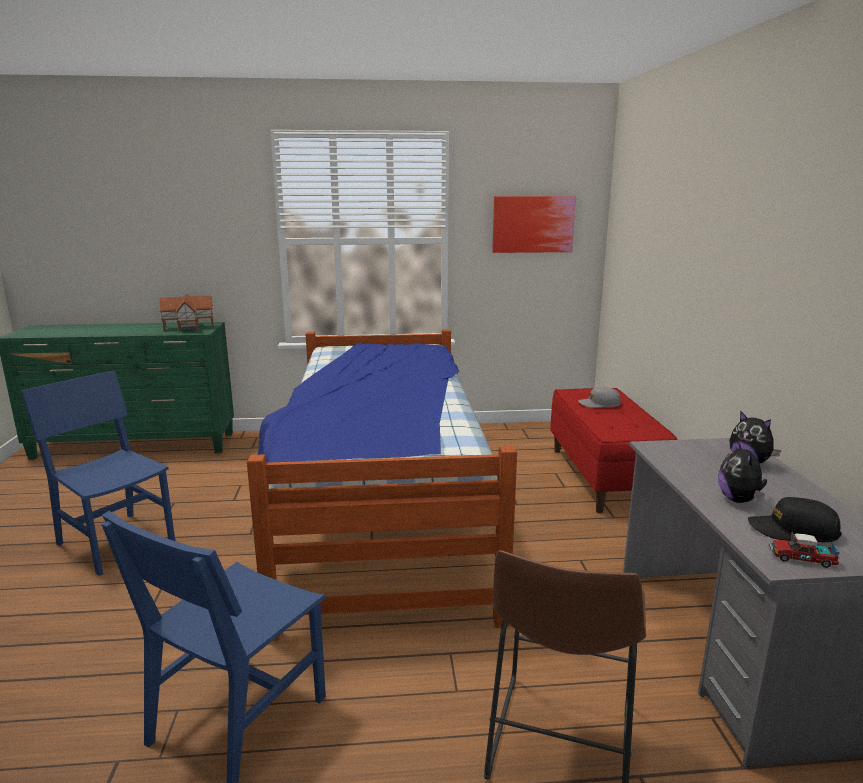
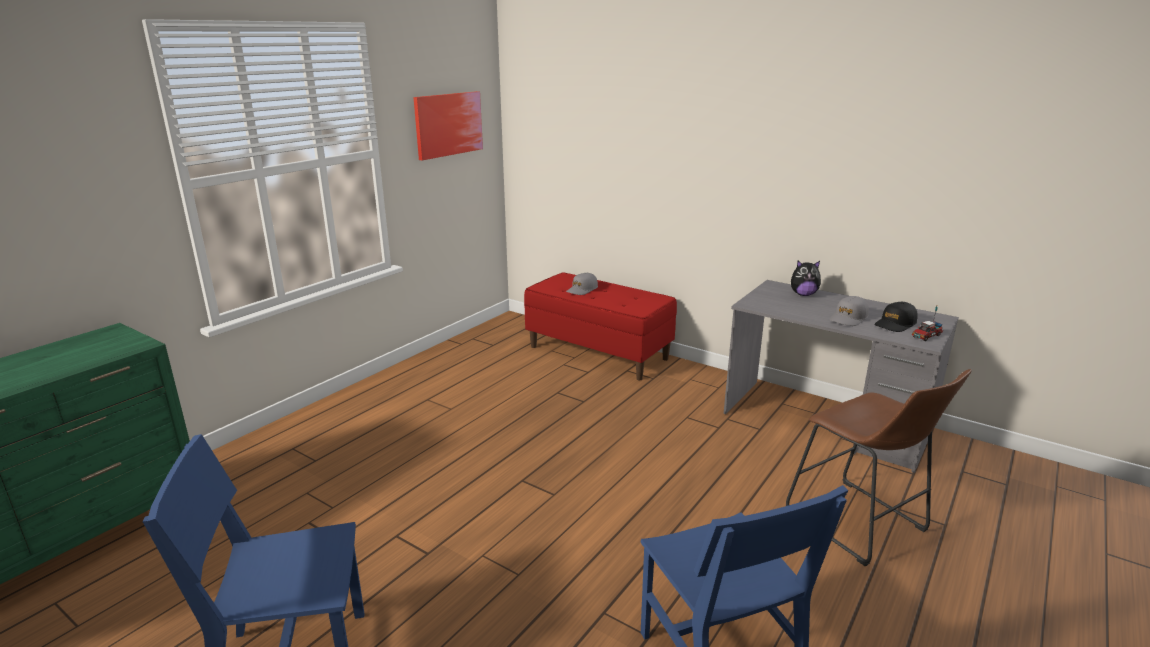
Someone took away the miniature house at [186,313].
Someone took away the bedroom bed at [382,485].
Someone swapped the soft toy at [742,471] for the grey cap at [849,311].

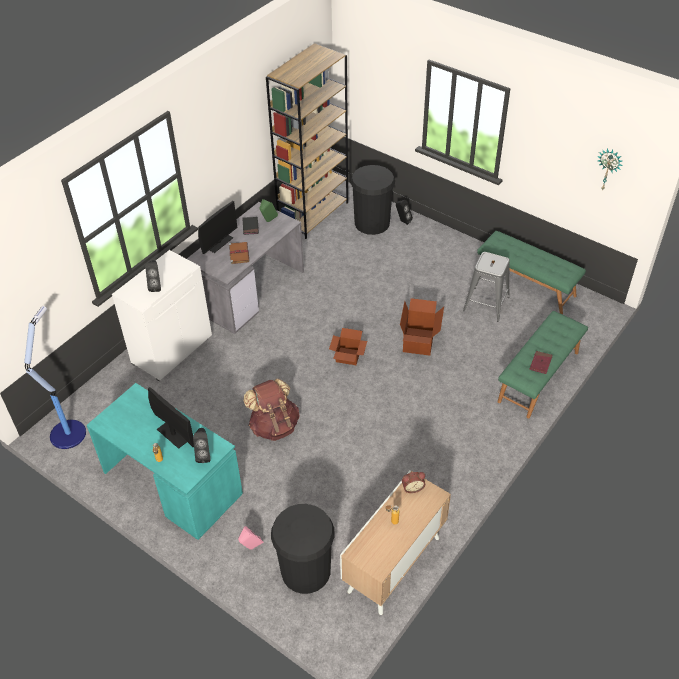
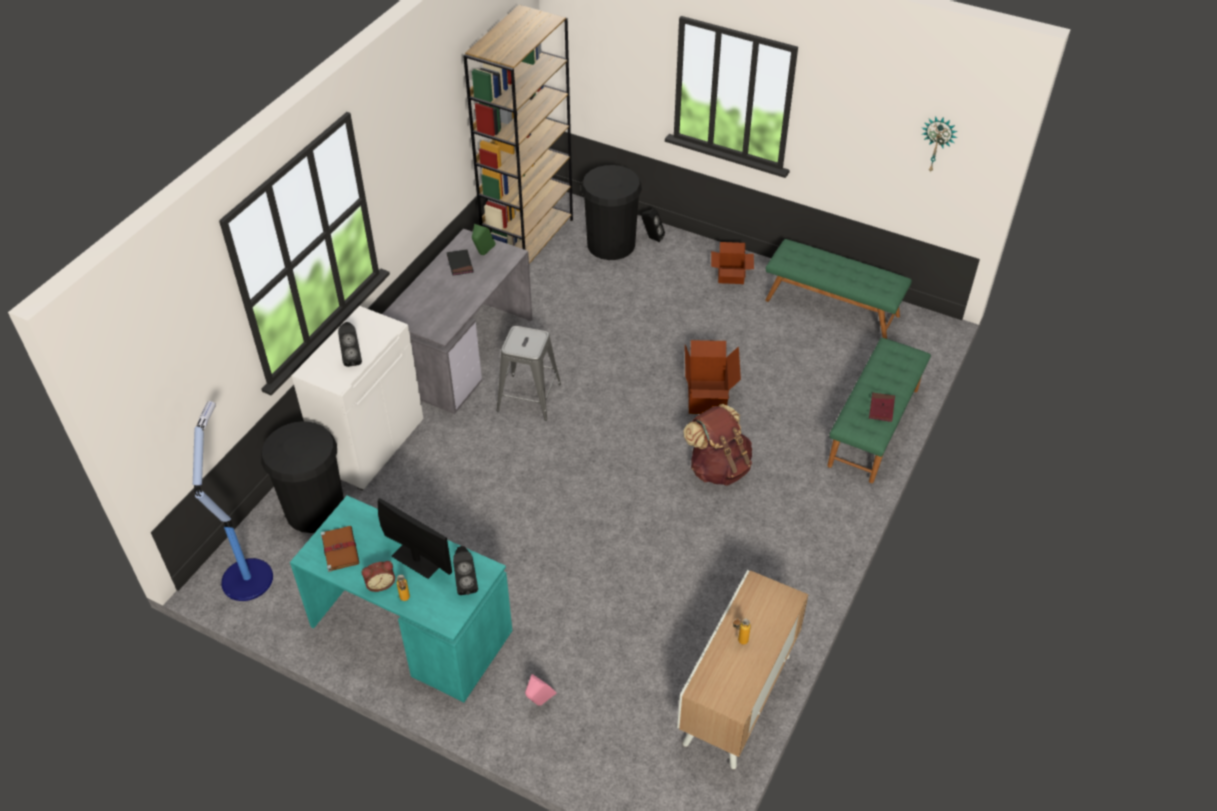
Someone took away the computer screen at [217,227].
Someone carried the brownish volume from [239,253] to [340,549].
Someone carried the brownish knapsack from [271,410] to [717,445].
Someone carried the black-coloured trash can from [303,549] to [302,477].
Someone carried the carton from [348,346] to [732,263].
Someone carried the alarm clock from [413,482] to [378,576].
Someone carried the grey stool seat from [486,287] to [528,373].

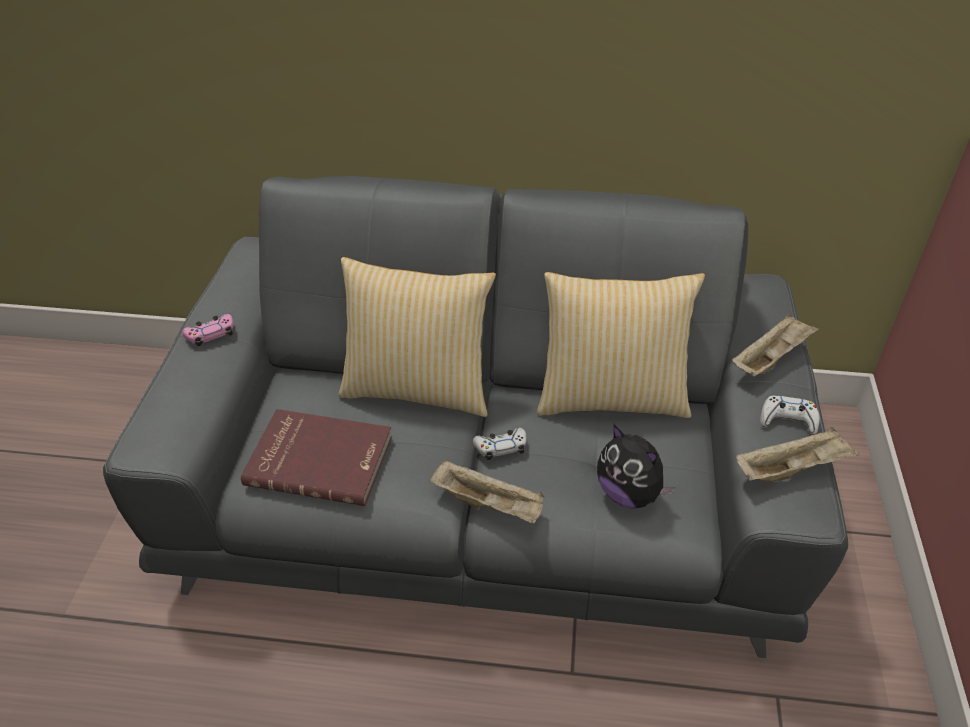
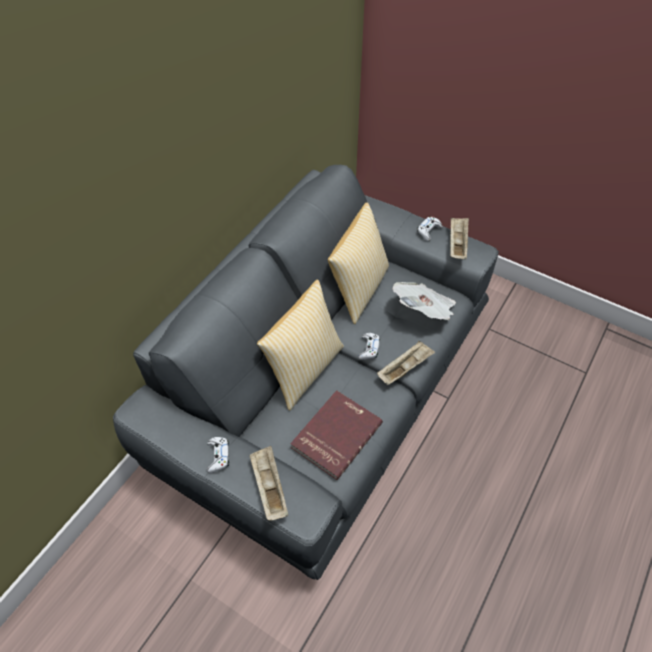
Someone carried the beige-coloured serving tray from [775,345] to [268,483].
Someone swapped the soft toy at [636,466] for the newspaper at [424,301].
Someone repainted the pink joypad at [207,330], which became the white-coloured joypad at [218,455].

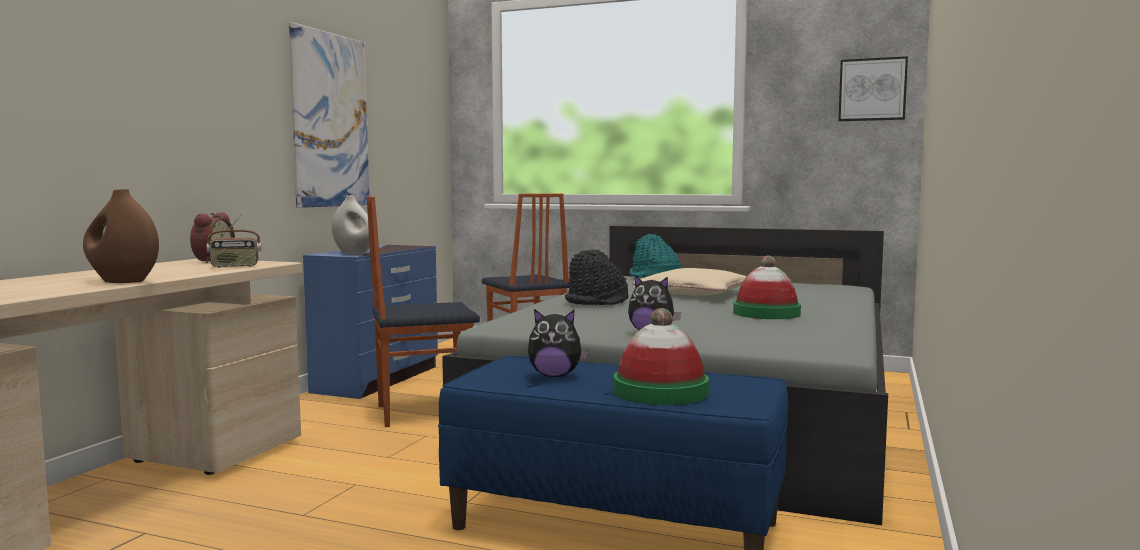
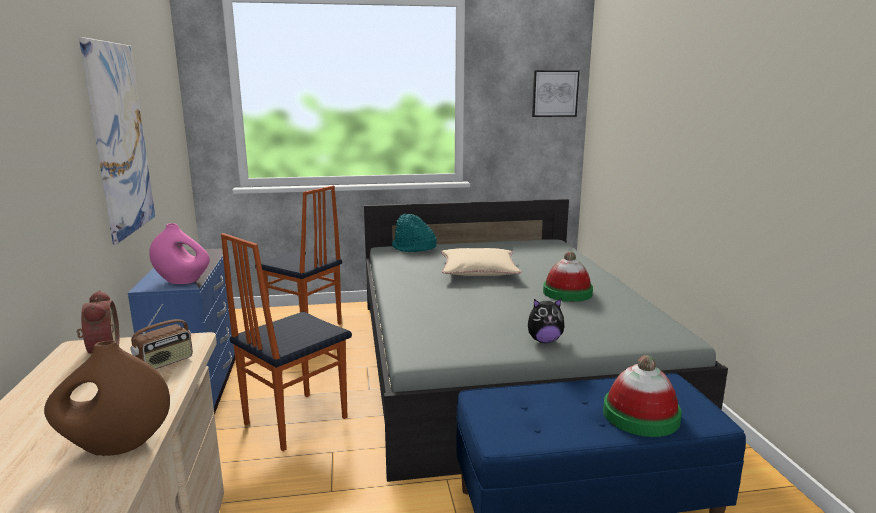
Someone took away the soft toy at [558,343].
Someone took away the black-coloured wearable hat at [596,277].
Someone repainted the white-coloured flower vase at [351,225], which became the pink flower vase at [179,253].

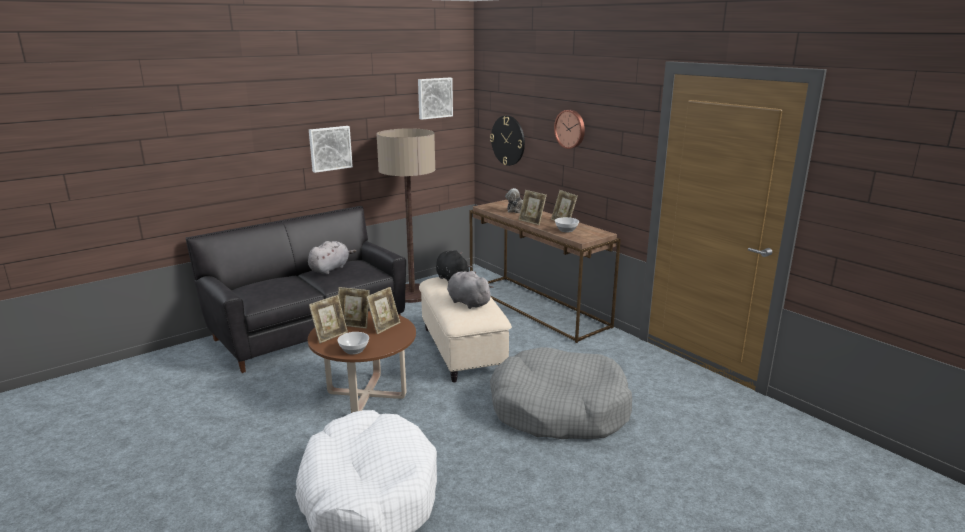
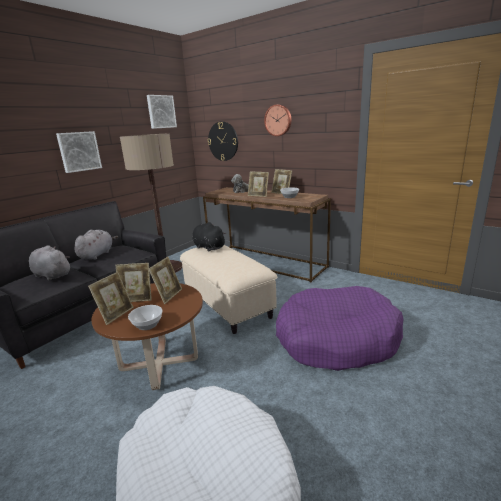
Someone carried the grey soft toy from [470,290] to [49,263].
Someone repainted the grey dog cushion at [561,393], which became the purple-coloured dog cushion at [340,328].

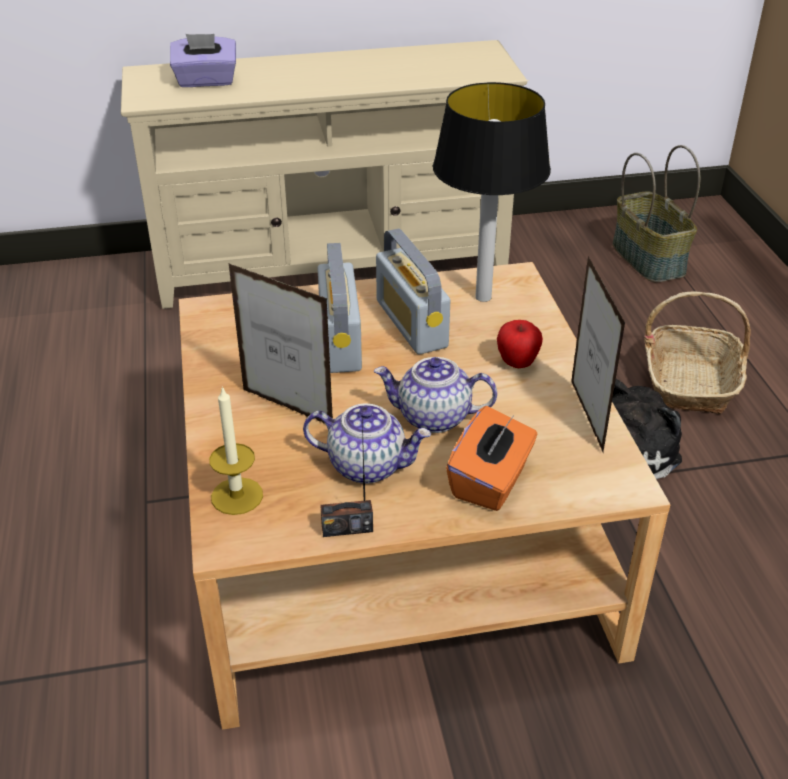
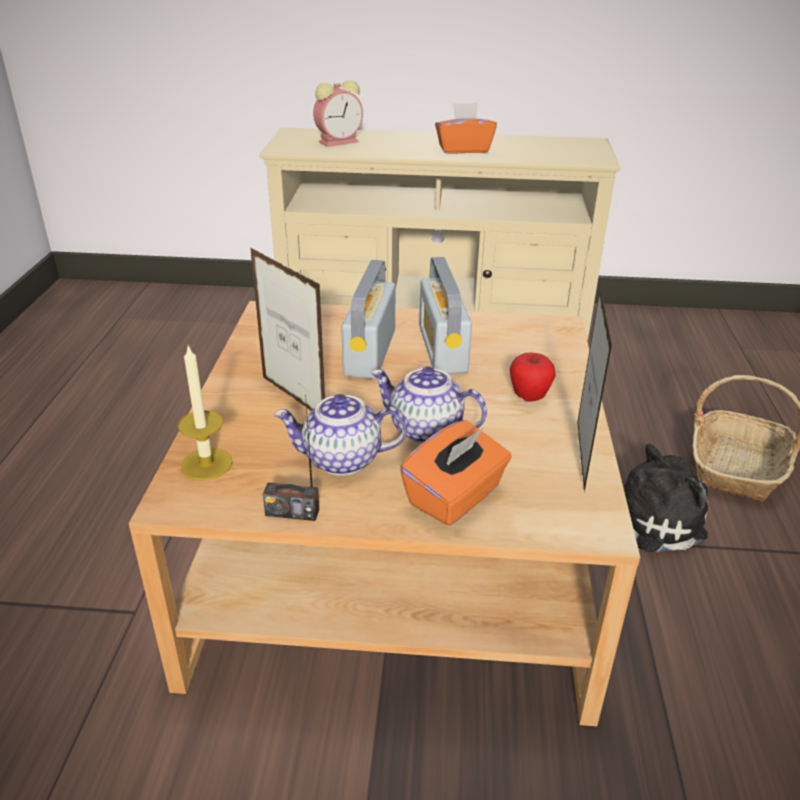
Someone took away the lamp for a table at [492,192].
Someone took away the household basket at [657,213].
Someone put down the orange tissue holder at [466,128].
Someone swapped the purple-coloured tissue holder at [203,60] for the alarm clock at [338,113].
Someone rotated the teapot at [367,444] by 150 degrees clockwise.

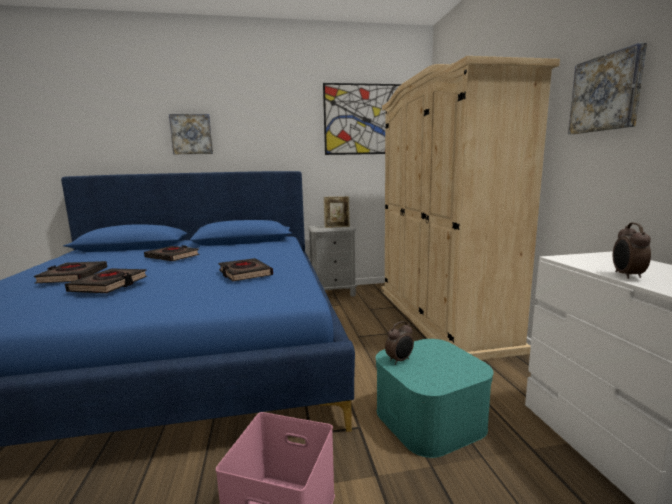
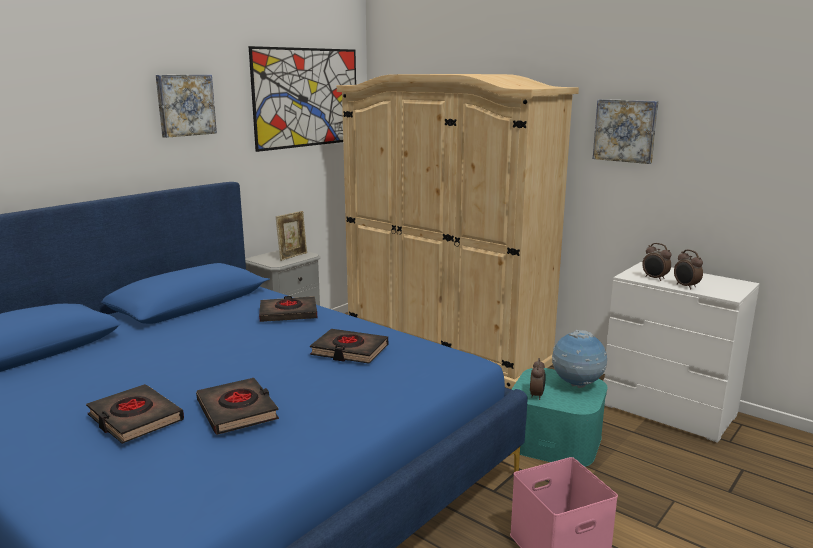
Someone put down the desk globe at [579,359].
Someone put down the alarm clock at [657,262].
Someone carried the black-coloured volume from [171,253] to [288,309].
Someone carried the wall art from [191,134] to [186,106].

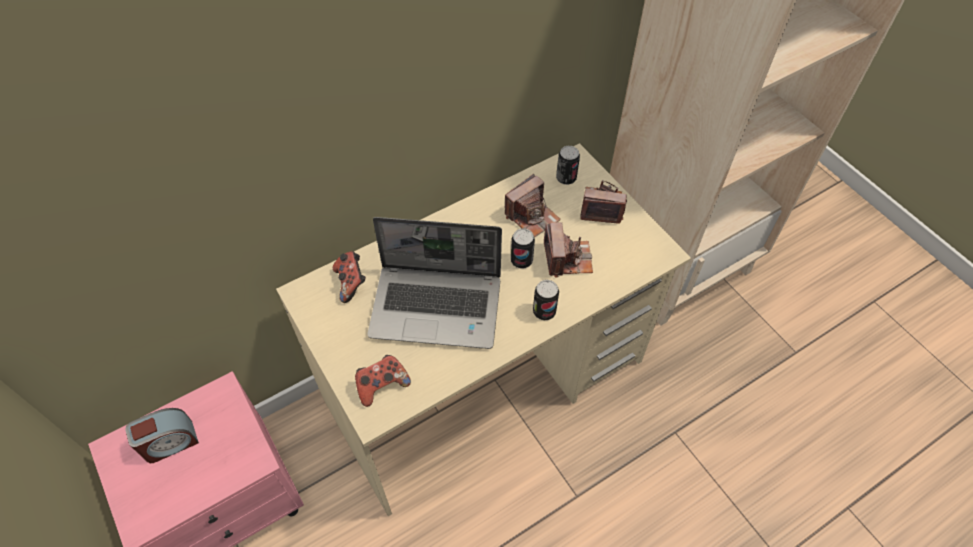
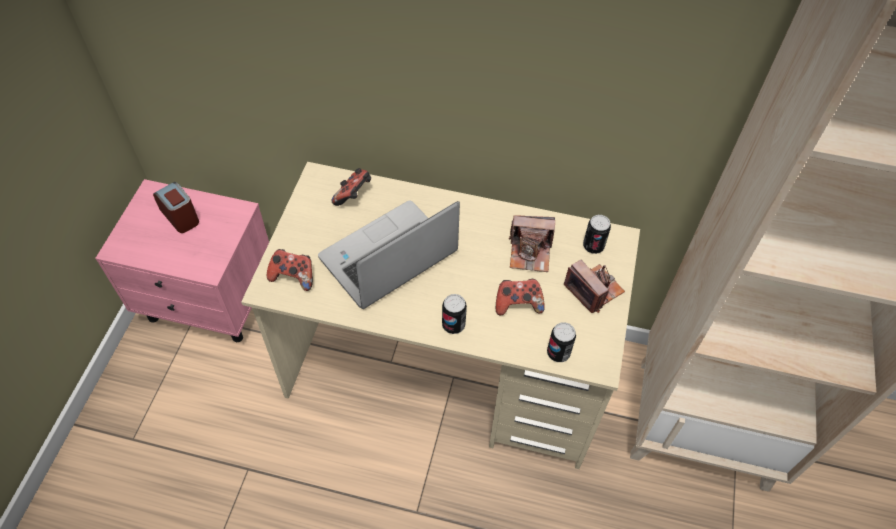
Someone carried the metal can from [523,248] to [561,342].
Someone swapped the still camera at [568,250] for the joypad at [520,297].
Someone rotated the alarm clock at [162,435] by 150 degrees counterclockwise.
Someone rotated the portable computer at [434,283] by 90 degrees clockwise.

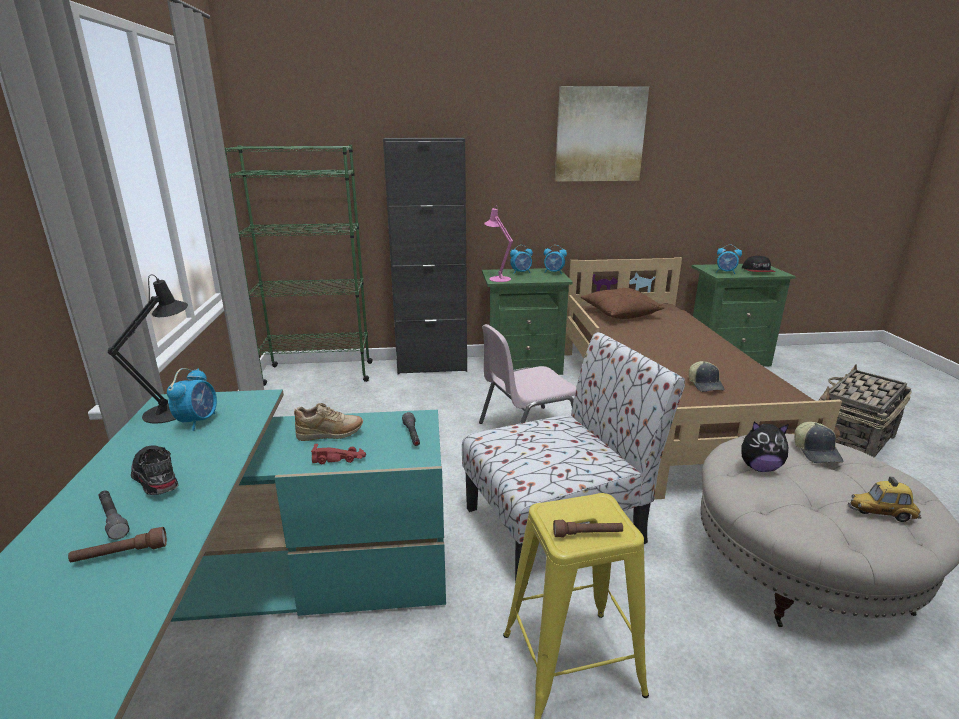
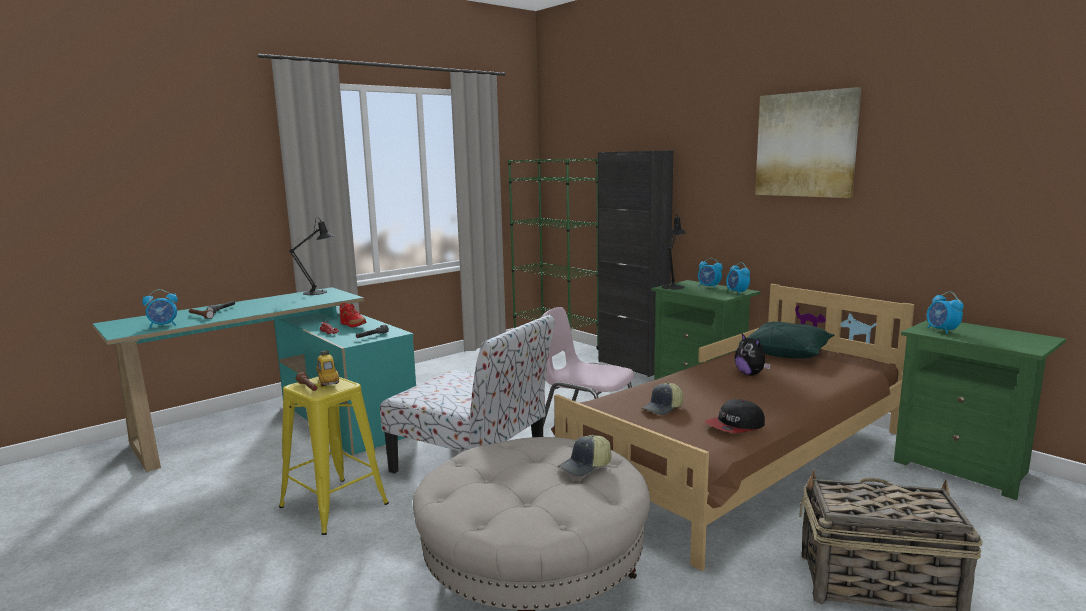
Someone took away the black-coloured low shoe at [155,470].
Someone carried the alarm clock from [192,399] to [160,309].
Someone carried the soft toy from [765,447] to [753,355].
Someone carried the cap from [758,263] to [734,416].
Someone carried the miniature car from [885,499] to [327,368].
Someone repainted the beige-coloured low shoe at [328,422], which became the red low shoe at [352,315].
Someone repainted the pink lamp for a table at [498,243], which became the black-coloured lamp for a table at [674,251].
Someone repainted the brownish pillow at [622,303], which became the greenish pillow at [786,340].

